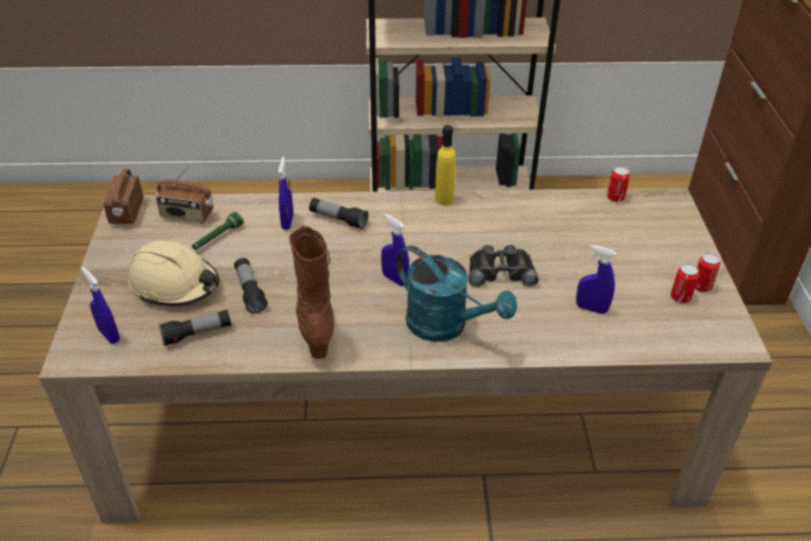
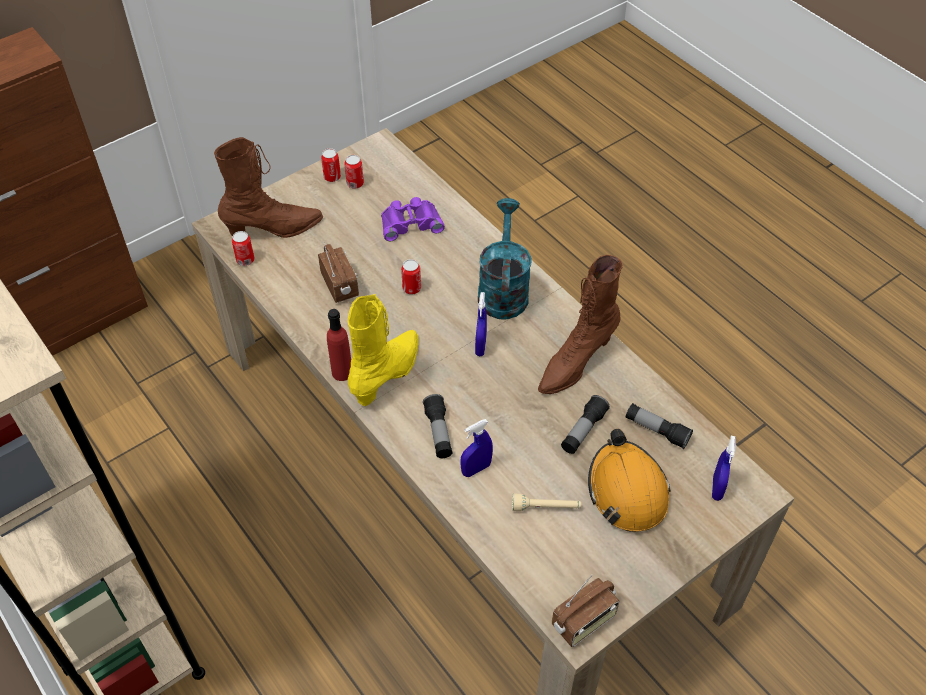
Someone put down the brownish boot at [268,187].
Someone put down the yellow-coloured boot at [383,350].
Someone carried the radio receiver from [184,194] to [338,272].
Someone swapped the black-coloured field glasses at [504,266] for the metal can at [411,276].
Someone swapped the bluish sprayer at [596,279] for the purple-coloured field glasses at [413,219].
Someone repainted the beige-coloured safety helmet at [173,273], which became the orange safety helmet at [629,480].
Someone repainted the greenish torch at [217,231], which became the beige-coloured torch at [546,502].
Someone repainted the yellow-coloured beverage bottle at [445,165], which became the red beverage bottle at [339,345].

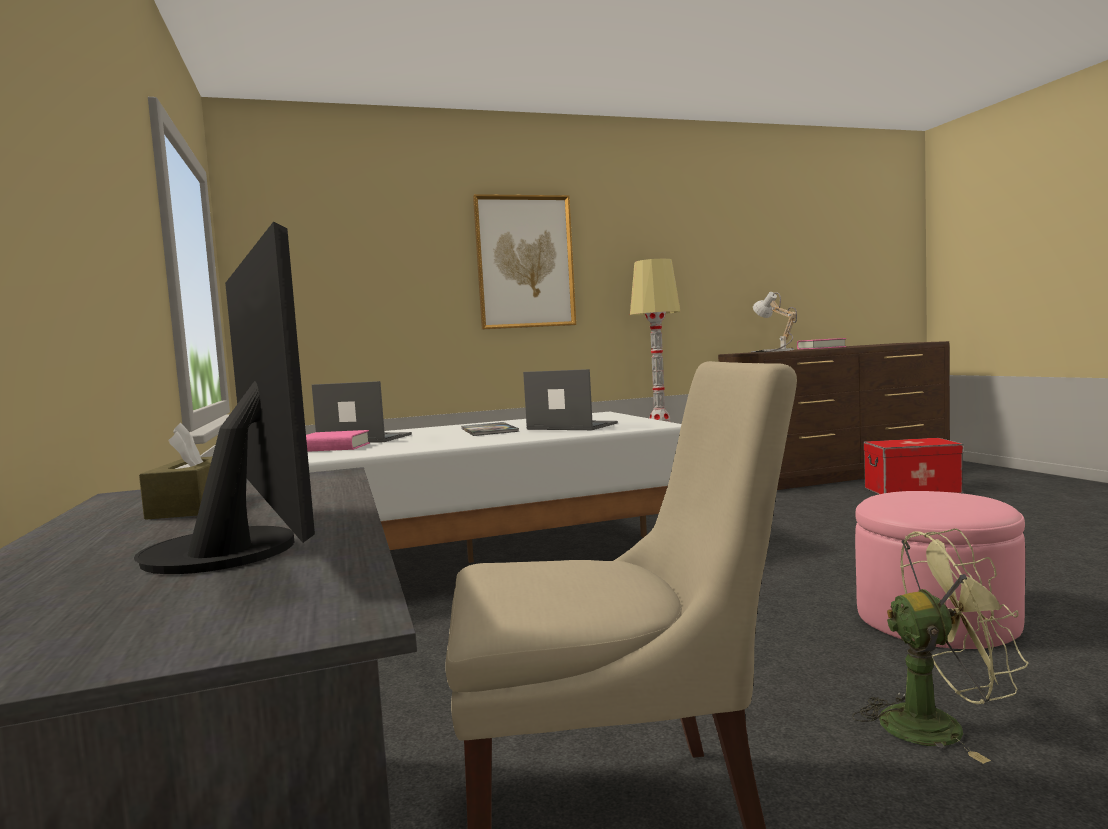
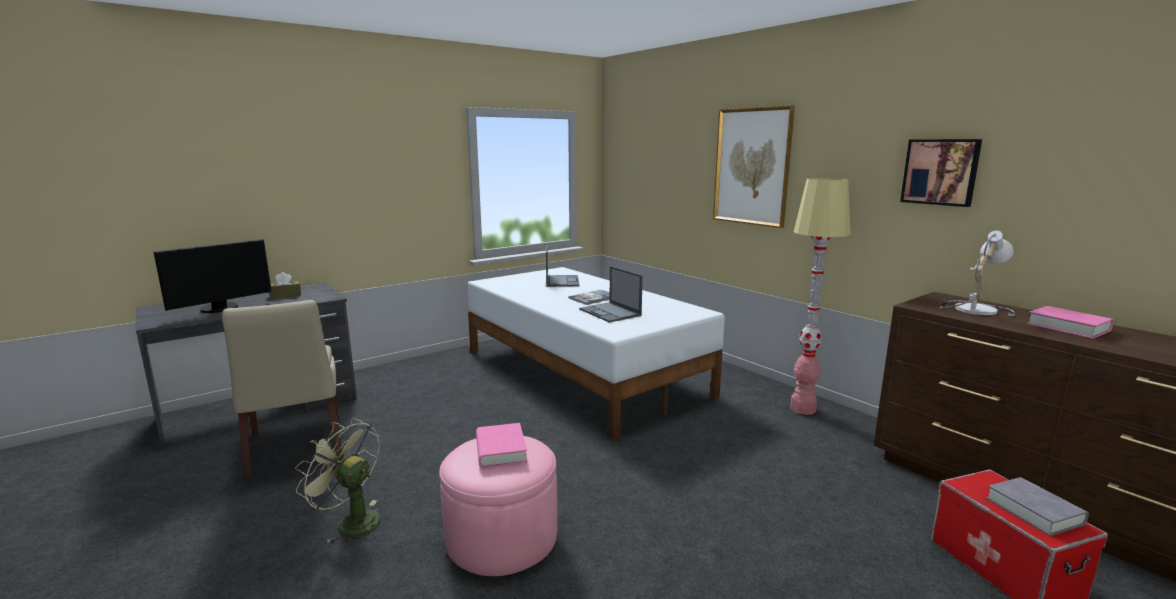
Someone put up the wall art at [941,173].
Someone put down the grey volume at [1037,506].
Someone carried the pink volume from [338,441] to [501,445].
Someone rotated the portable computer at [570,399] by 135 degrees clockwise.
Someone rotated the greenish electric fan at [940,646] by 135 degrees clockwise.

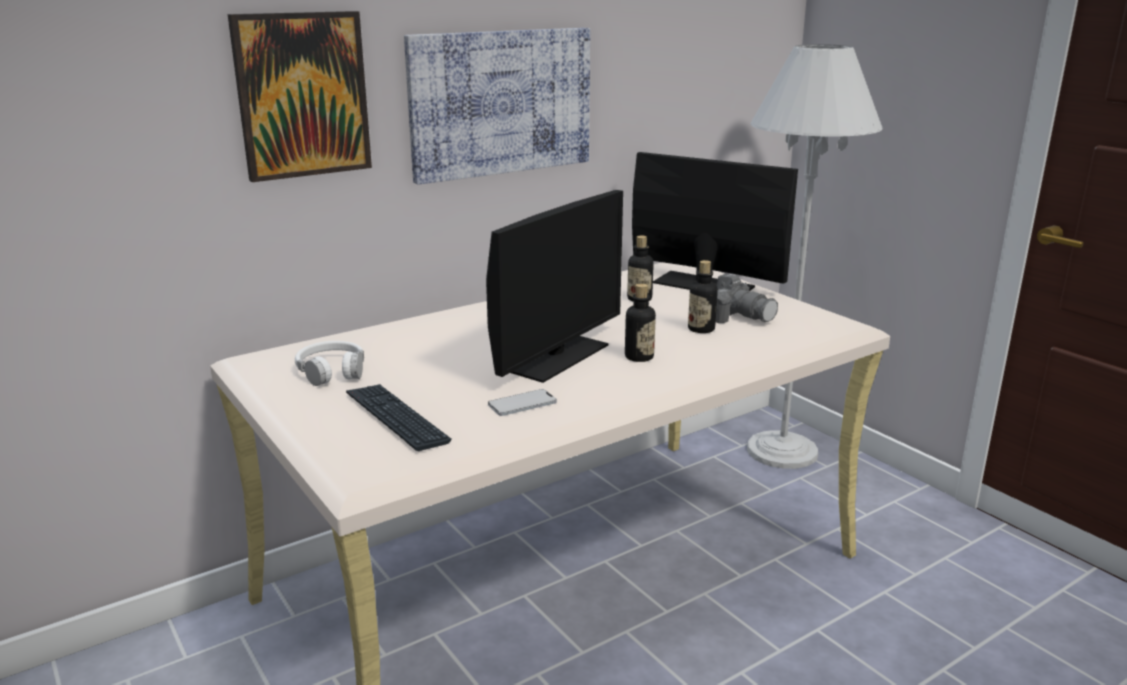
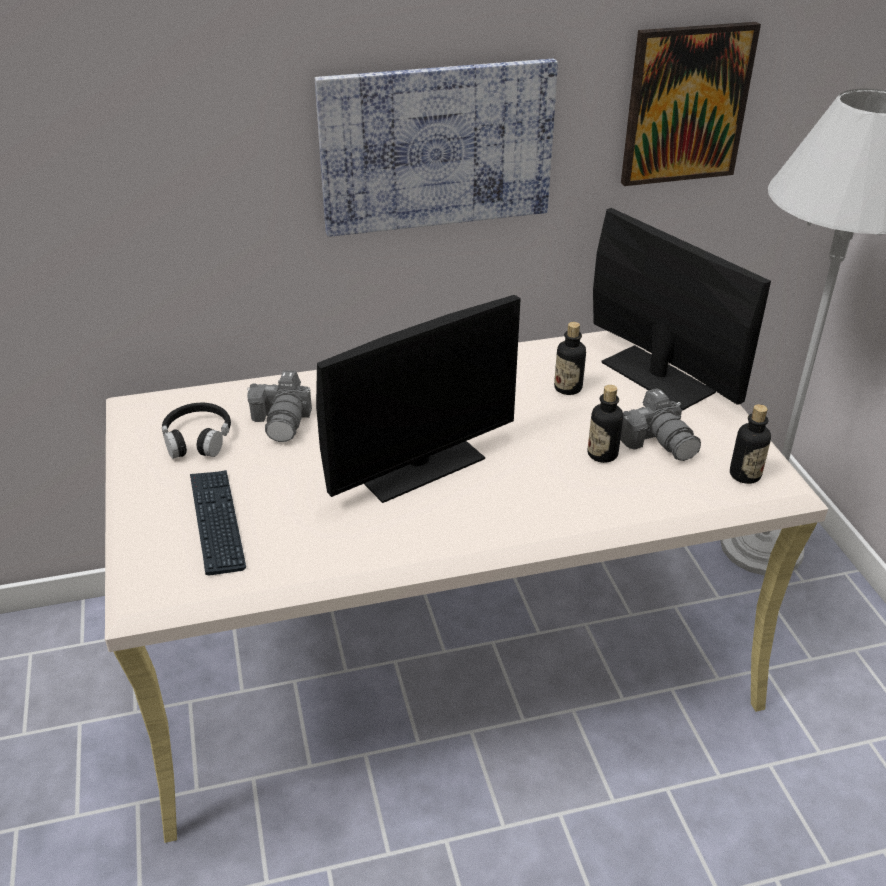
Someone took away the handset at [522,402].
Someone put down the still camera at [279,406].
Someone carried the wall art from [300,96] to [691,104].
Someone carried the beverage bottle from [640,322] to [750,444].
Someone repainted the white-coloured pair of headphones at [329,363], which became the black-coloured pair of headphones at [196,431].

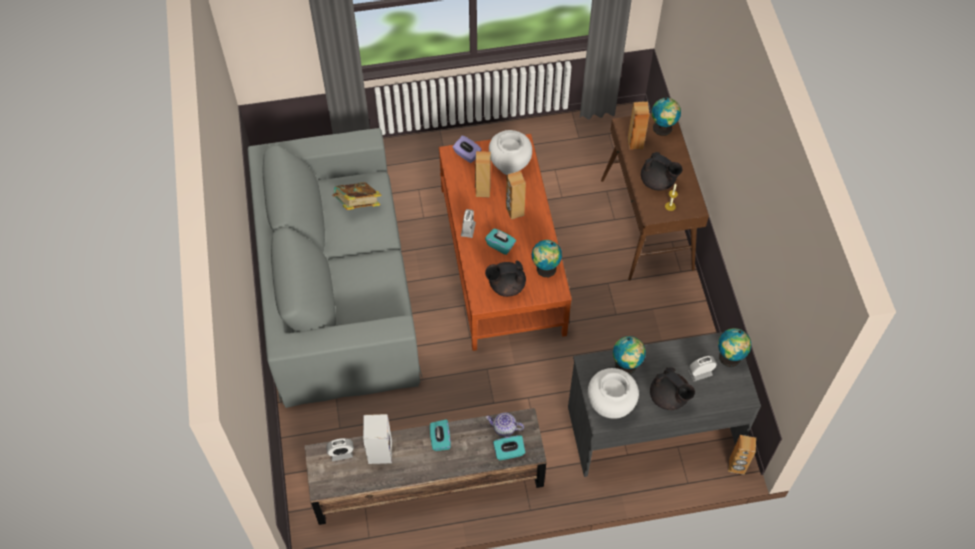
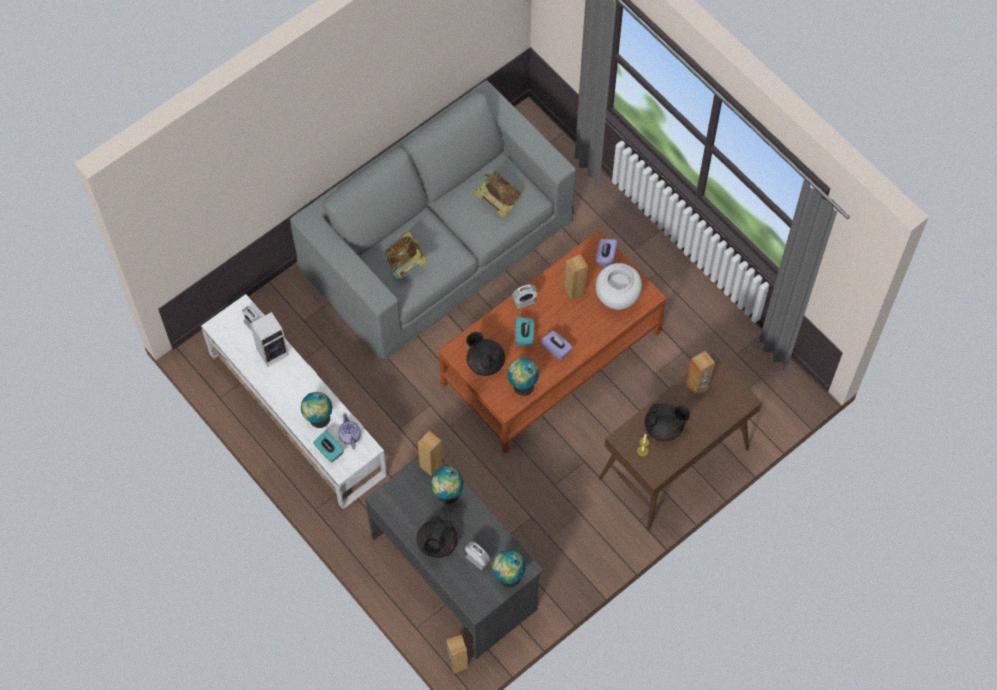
Someone took away the turquoise-coloured tissue holder at [440,435].
Someone took away the white-coloured flower vase at [613,393].
Someone put down the volume at [406,255].
Someone put down the purple-coloured tissue holder at [557,345].
Someone carried the brownish speaker from [516,195] to [430,454].
Someone carried the desk globe from [666,117] to [316,410].
Someone repainted the brownish media console at [426,466], which became the white-coloured media console at [294,401].
Someone rotated the black-coloured teapot at [662,171] by 90 degrees counterclockwise.

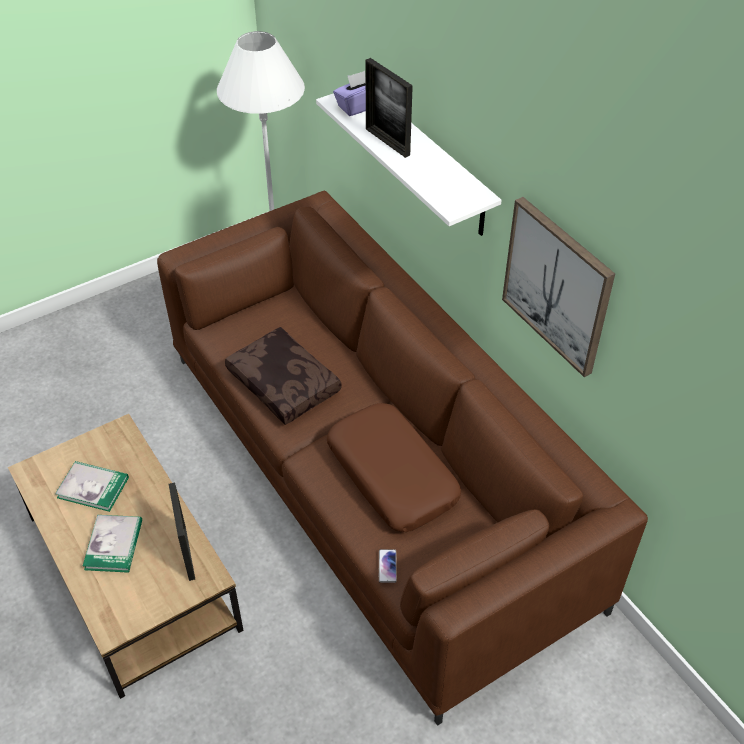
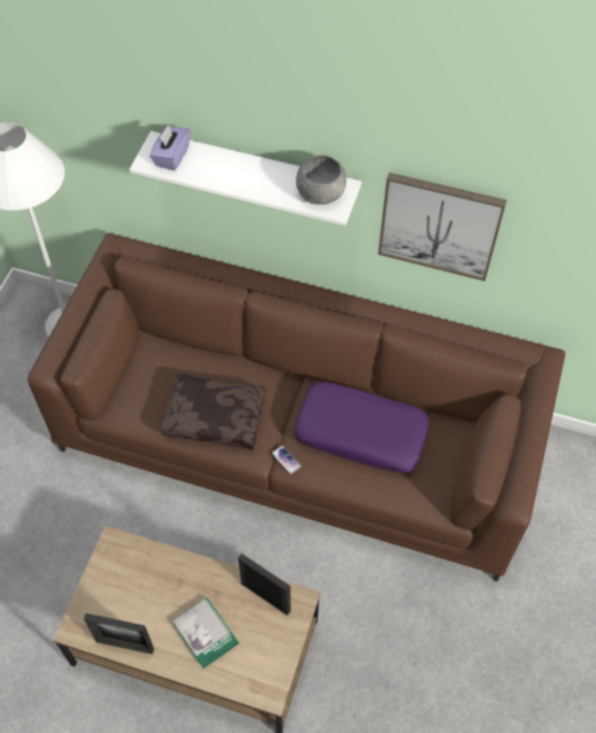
Someone took away the volume at [92,486].
Someone put down the grey serving bowl at [321,180].
Someone carried the photo frame from [389,108] to [119,633].
Someone carried the handset from [388,566] to [286,460].
Someone repainted the brownish pillow at [394,467], which became the purple-coloured pillow at [362,427].

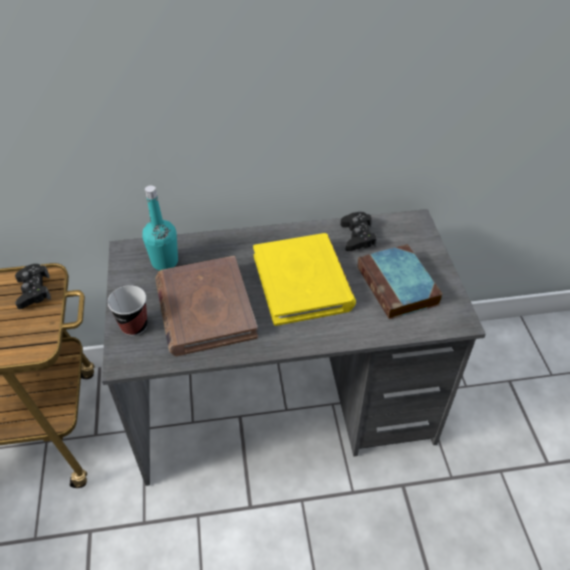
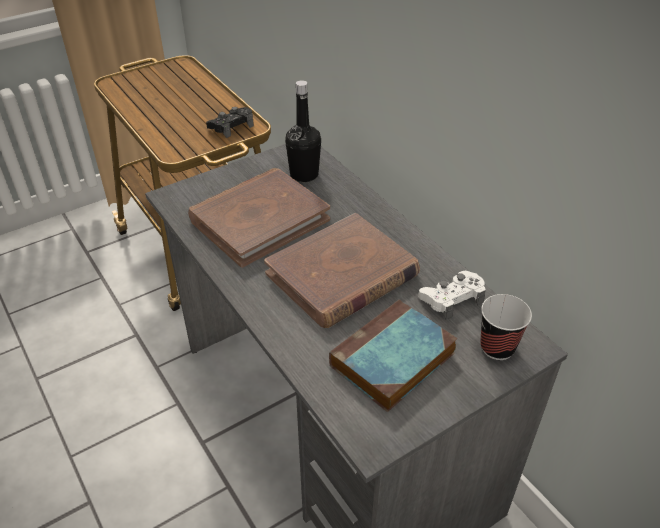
Someone carried the cup from [128,310] to [506,327].
Someone repainted the turquoise-coloured beverage bottle at [160,227], which became the black-coloured beverage bottle at [303,131].
Someone repainted the yellow-coloured volume at [304,279], which became the brownish volume at [342,270].
Someone repainted the black-coloured joypad at [359,231], which became the white-coloured joypad at [452,295].

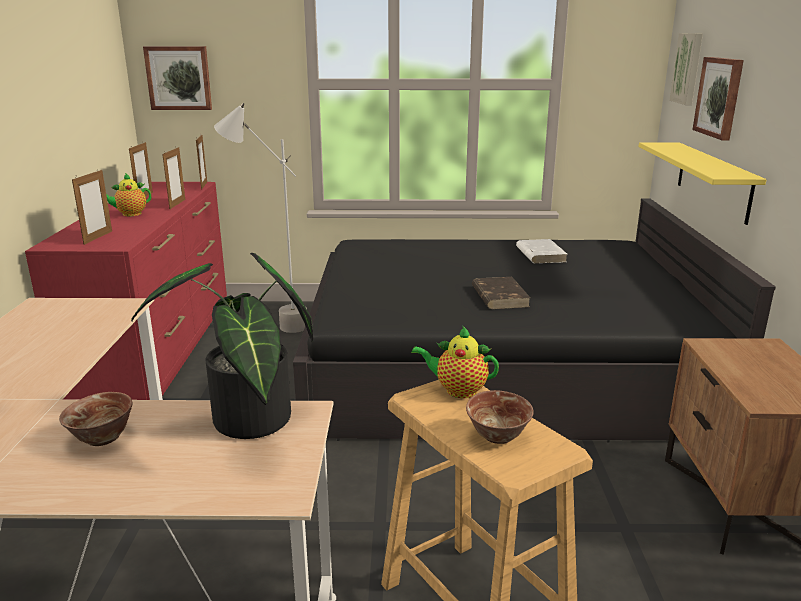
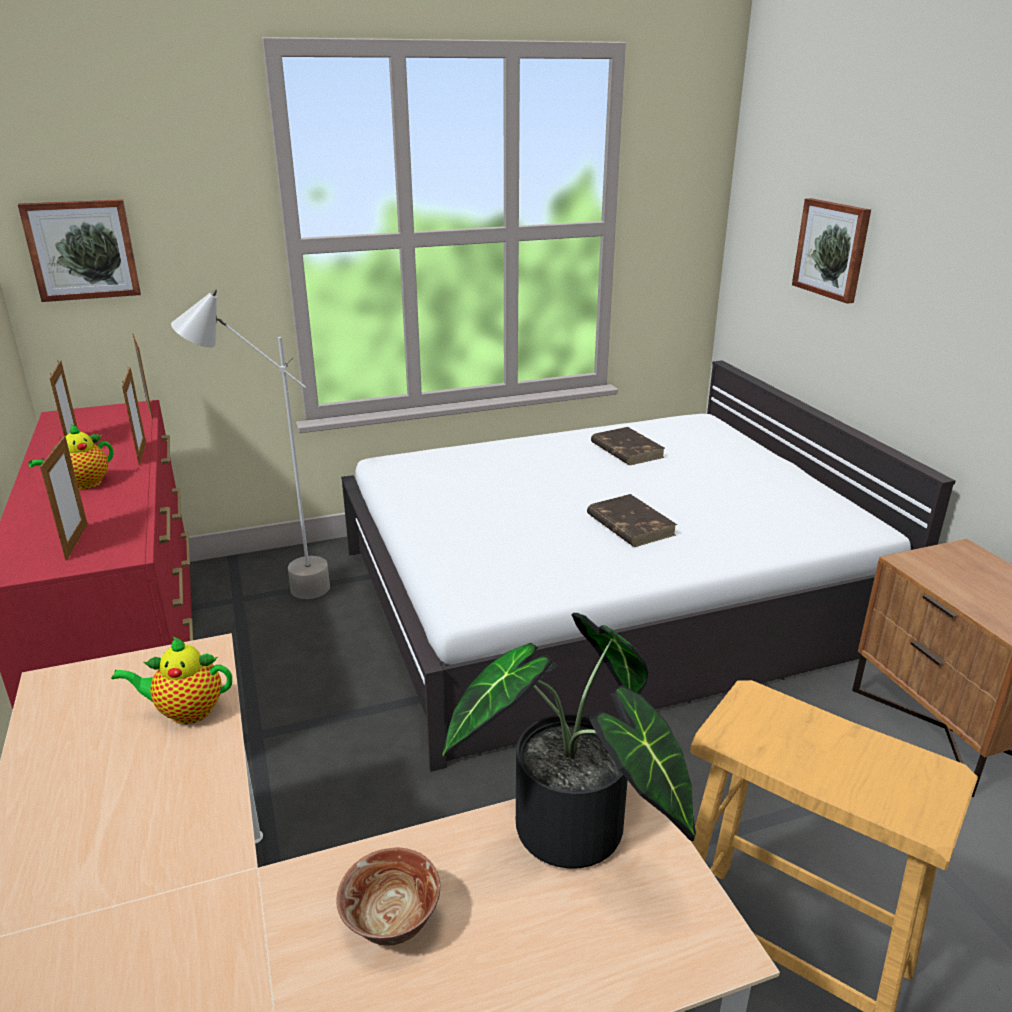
Someone took away the serving bowl at [500,417].
Someone took away the yellow-coloured shelf at [703,183].
Someone took away the wall art at [686,69].
Someone carried the teapot from [455,362] to [171,680].
Someone repainted the black-coloured bedroom bed at [534,320], which became the white-coloured bedroom bed at [648,566].
Someone repainted the white-coloured volume at [542,251], which became the brownish volume at [628,446].

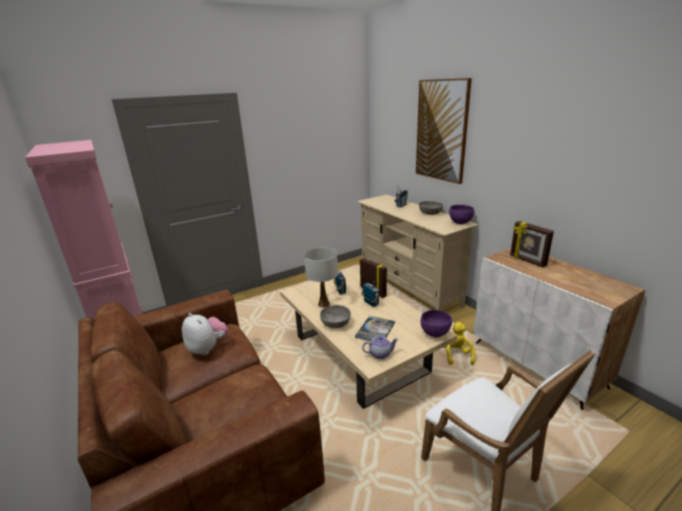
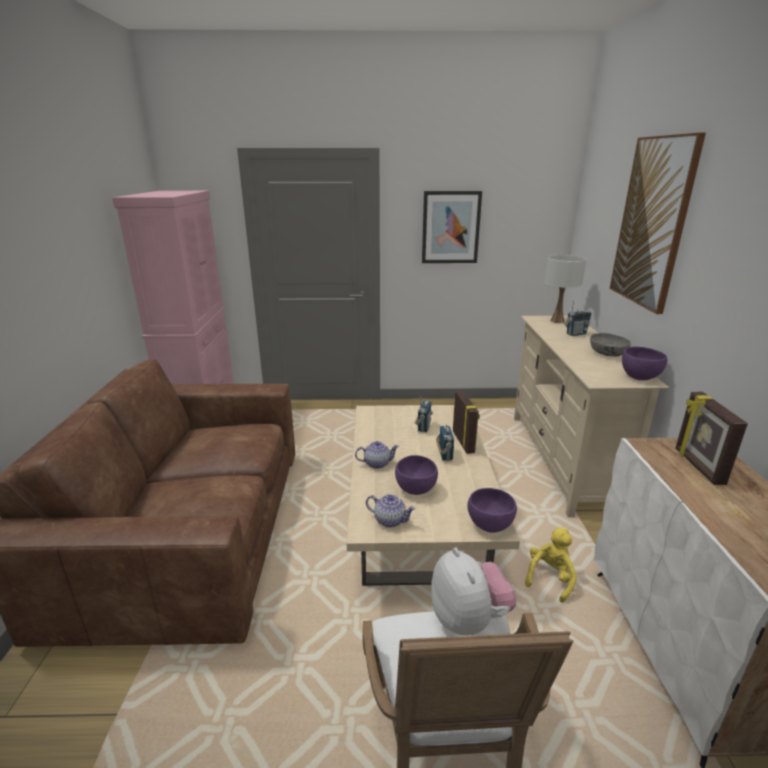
Someone put up the wall art at [452,227].
Someone carried the soft toy from [205,334] to [473,591].
Someone carried the white-coloured lamp for a table from [321,277] to [565,289].
Someone swapped the grey serving bowl at [335,316] for the teapot at [377,455].
Someone swapped the volume at [375,328] for the purple-coloured serving bowl at [416,475].

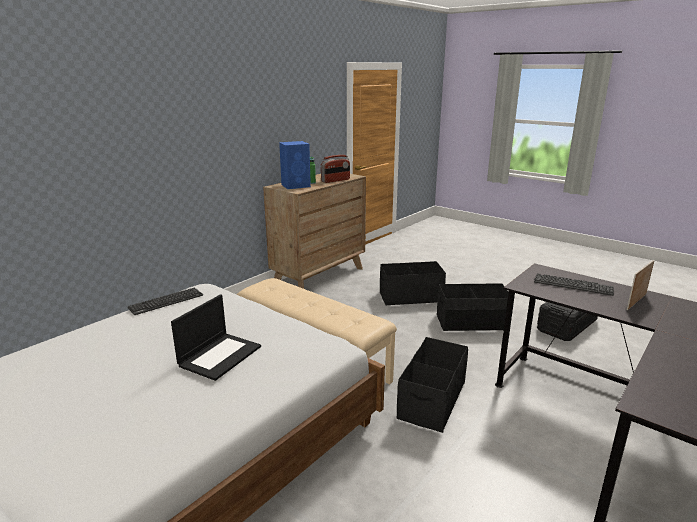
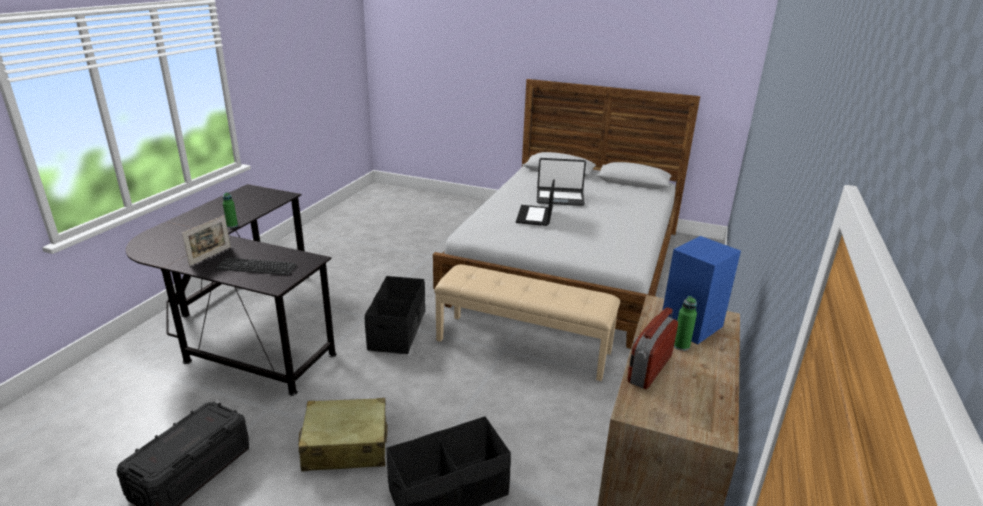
Someone took away the computer keyboard at [165,301].
Someone put down the greenish beverage bottle at [230,210].
Someone put down the portable computer at [561,182].
Someone swapped the black-coloured storage box at [473,307] for the beige-coloured suitcase at [342,434].

